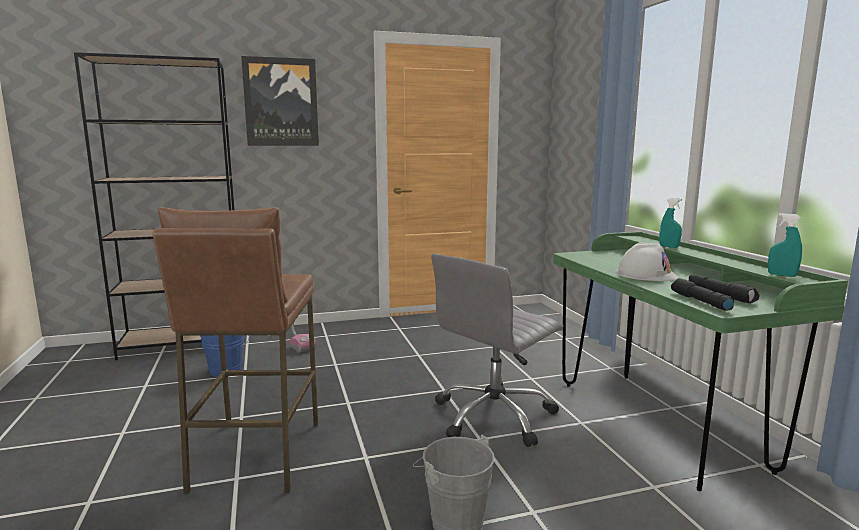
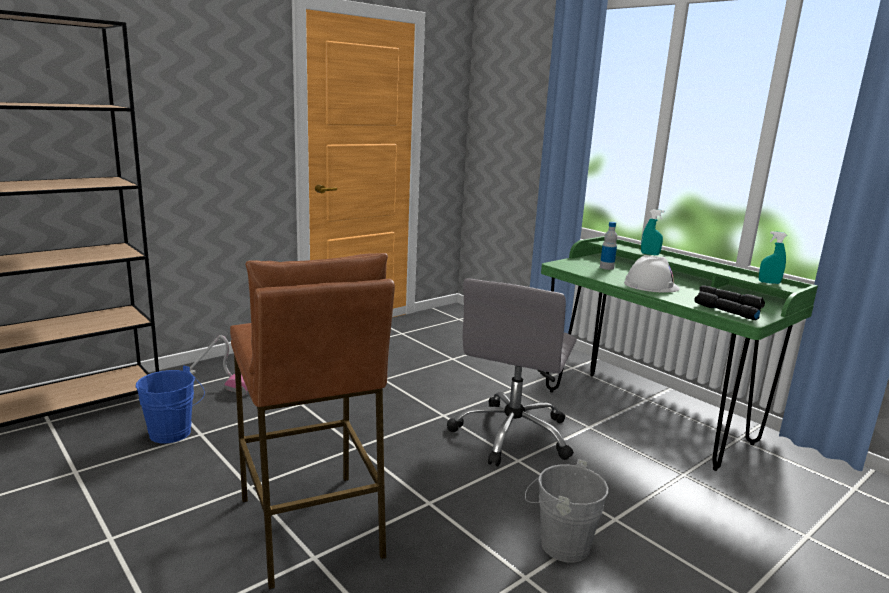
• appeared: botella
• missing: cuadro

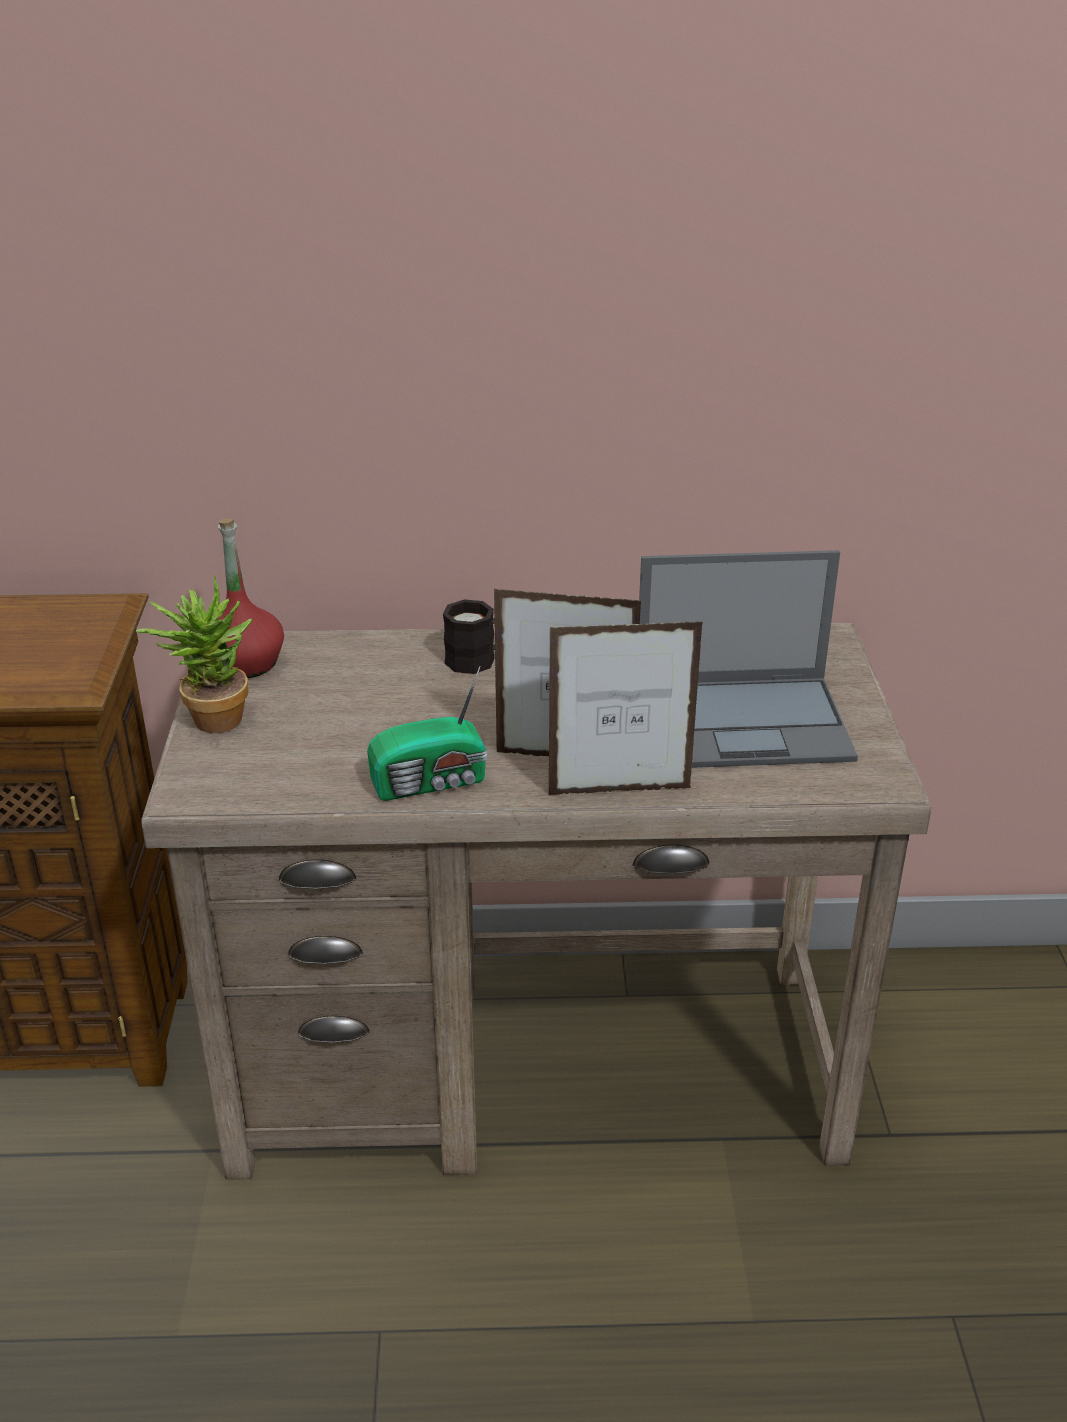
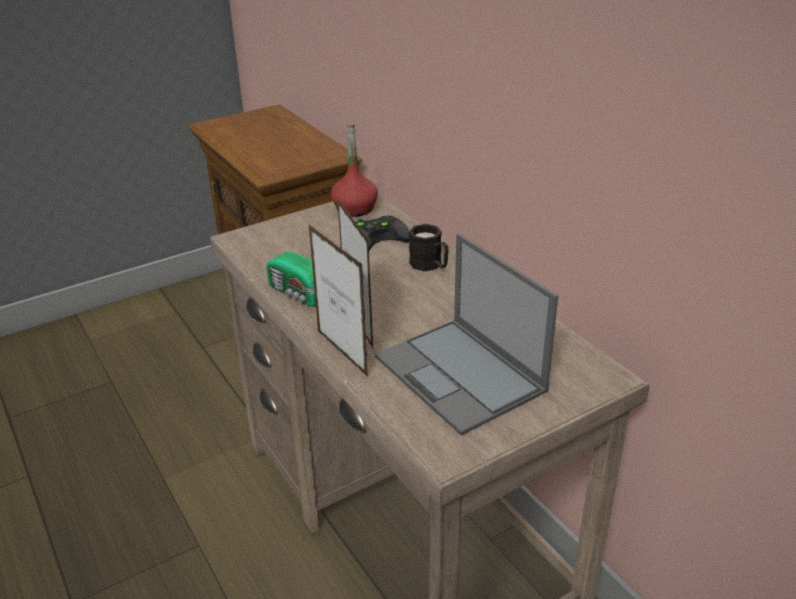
• appeared: mando de consola (negro)
• missing: planta en maceta

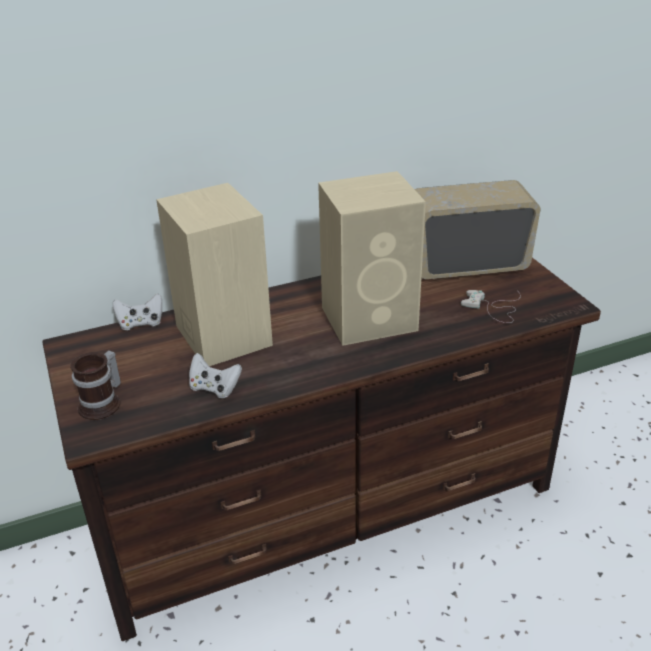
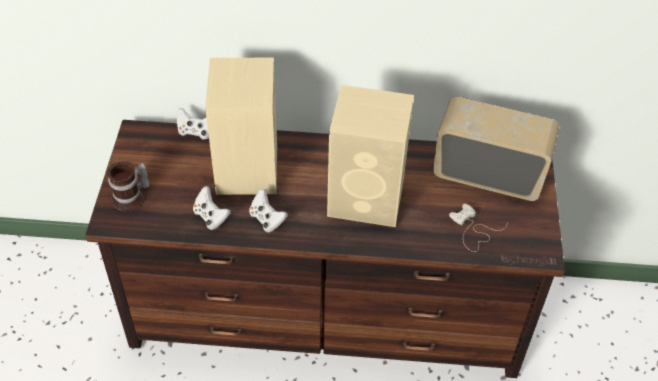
• appeared: mando de consola (blanco) (no. 3 from left)

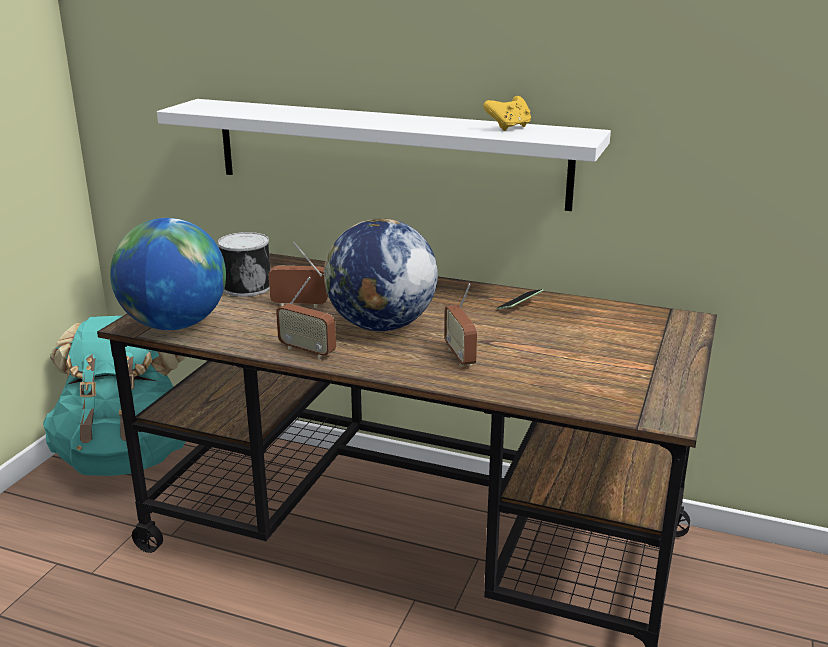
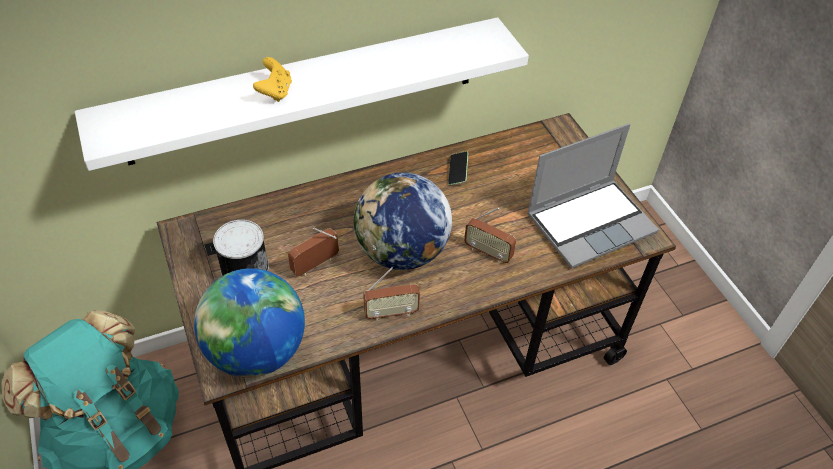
• relocated: mando de consola (amarillo)
• appeared: portátil

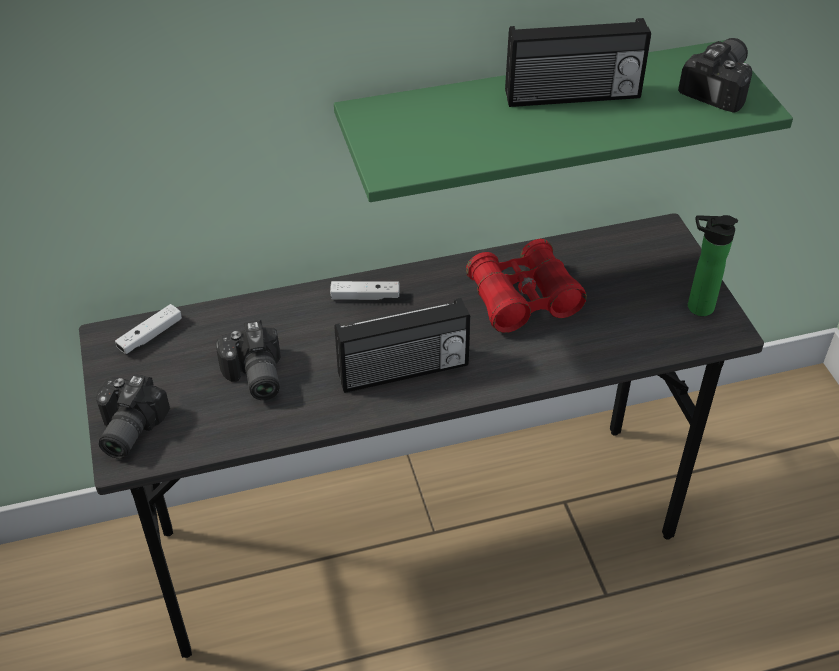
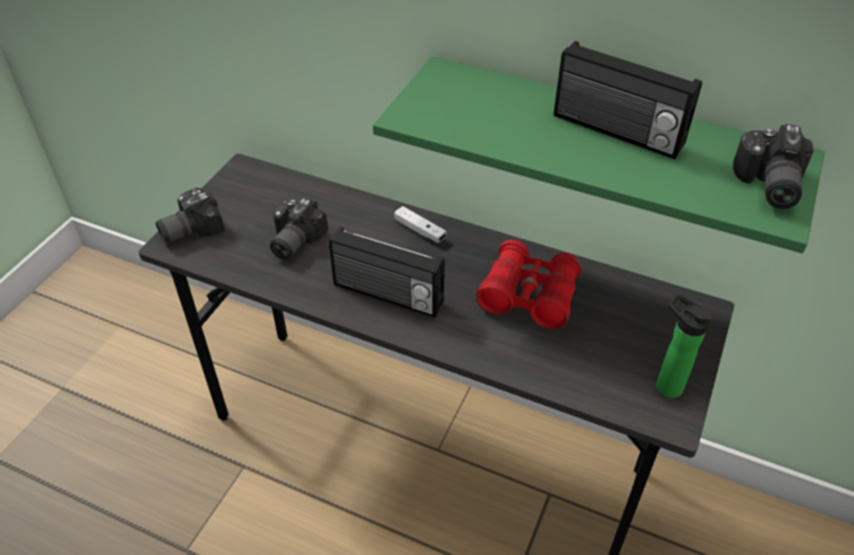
• spun: cámara (no. 3 from left) 120 degrees clockwise
• missing: mando de consola (blanco) (no. 1 from left)

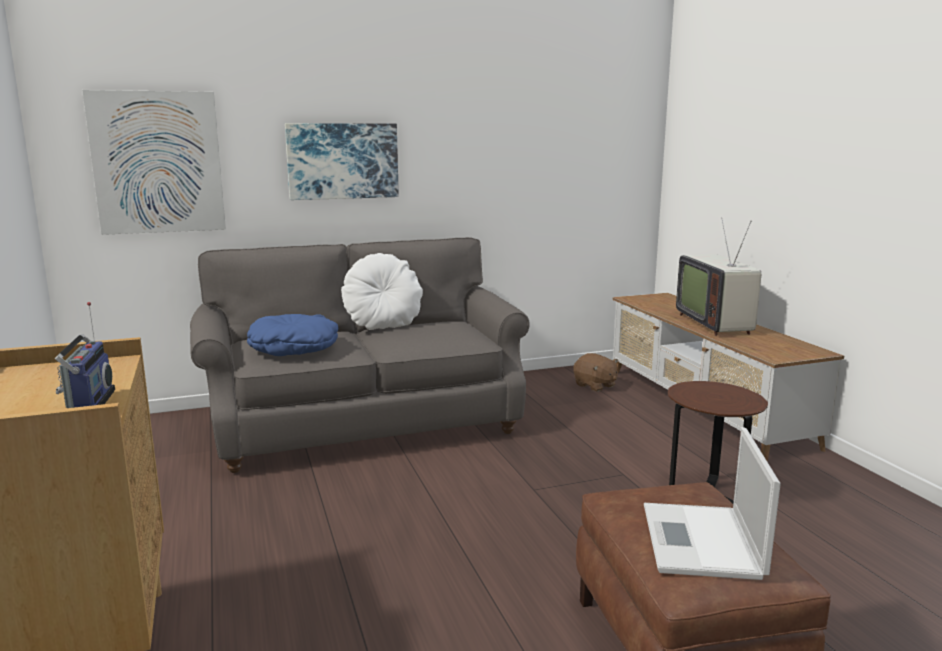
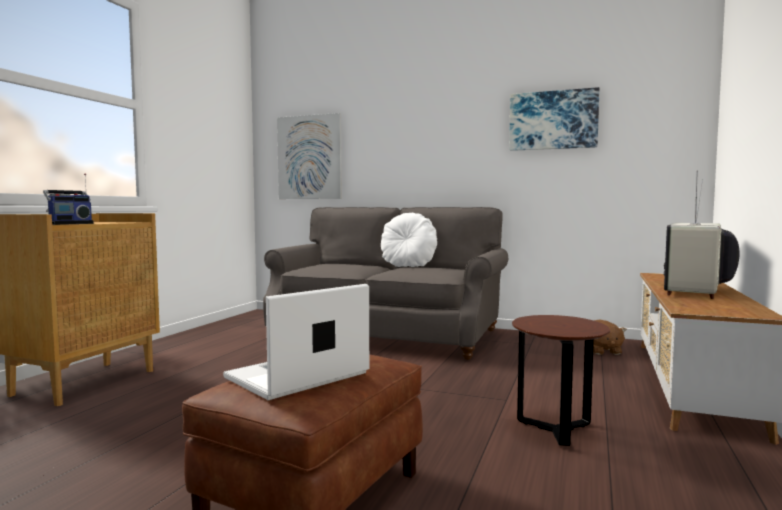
• relocated: cuadro (no. 2 from left)
• missing: cojín (azul)

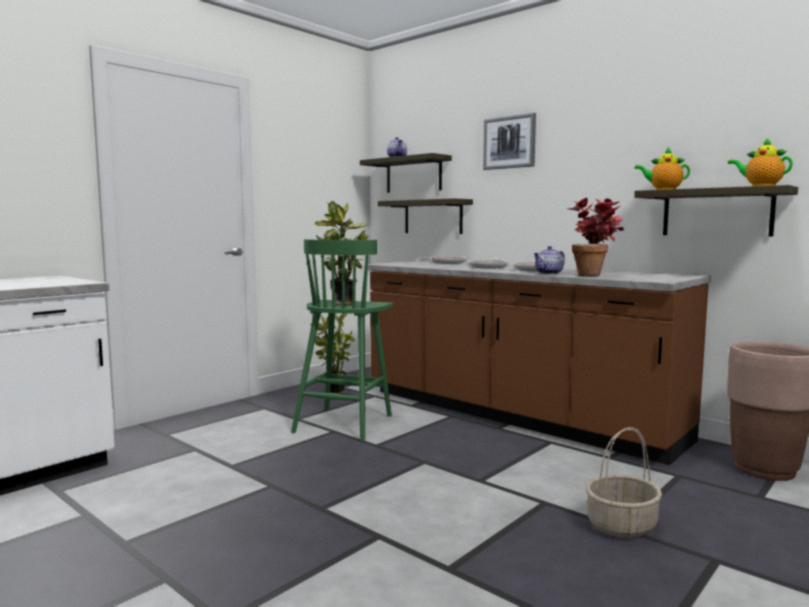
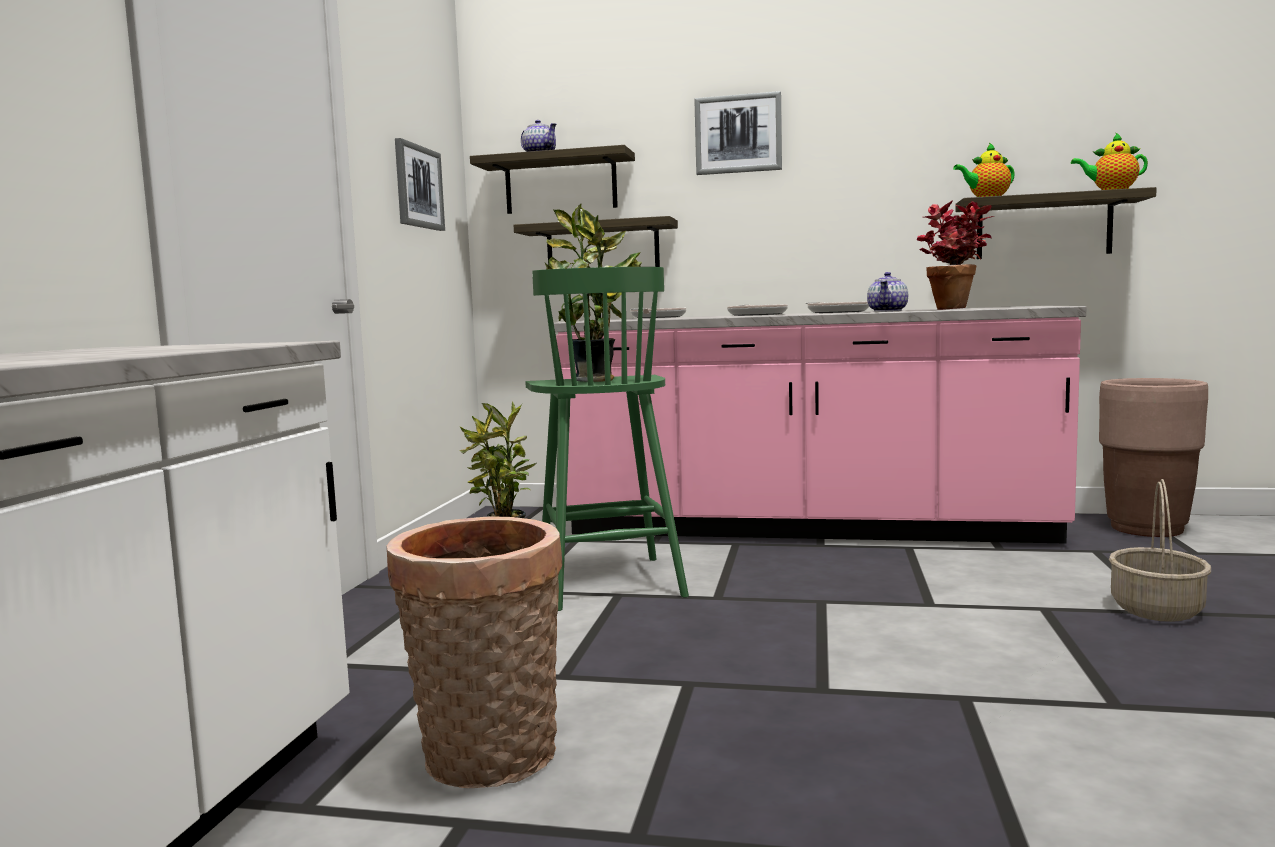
• appeared: cesta (no. 1 from left)
• appeared: cuadro (no. 1 from left)
• colour: mueble bajo de cocina (marrón) to mueble bajo de cocina (rosa)

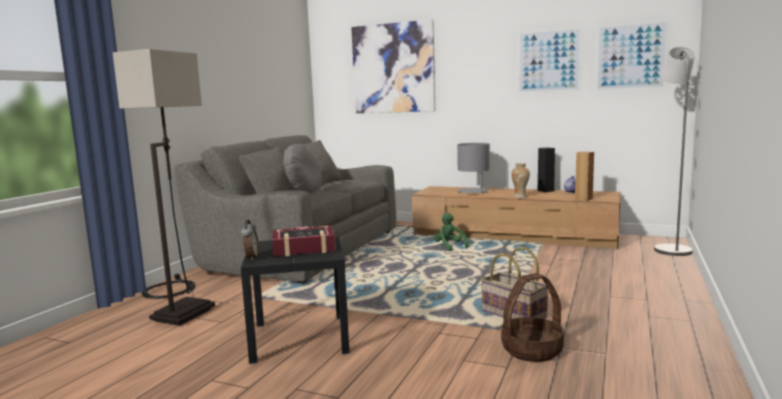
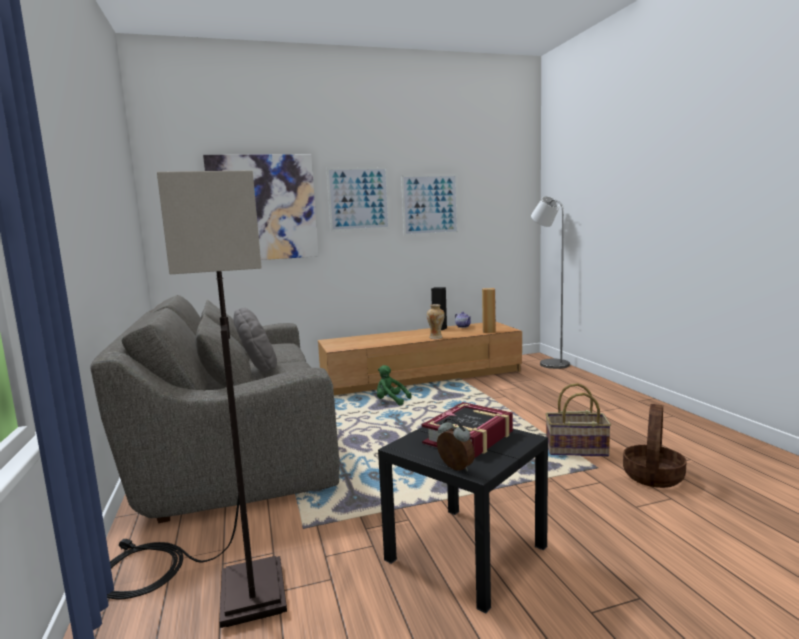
• relocated: cuadro (no. 3 from left in the first image) to cuadro (no. 2 from left)
• missing: lámpara de mesa (gris)

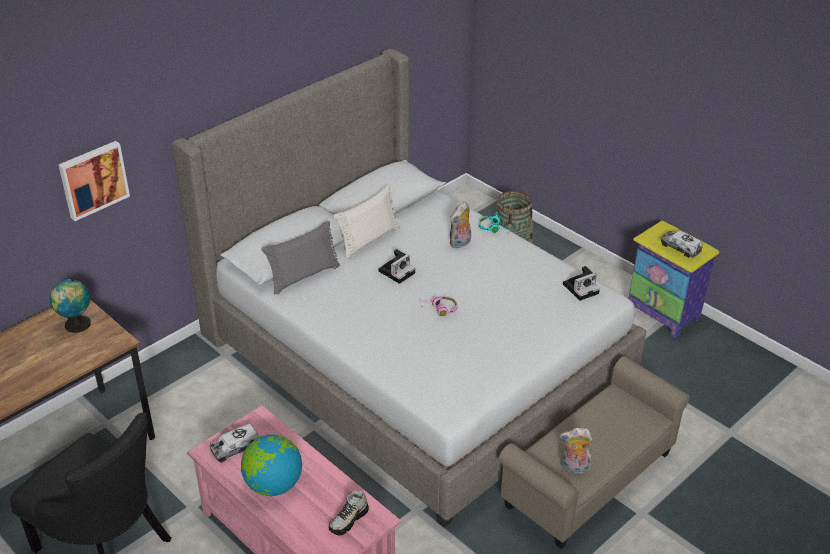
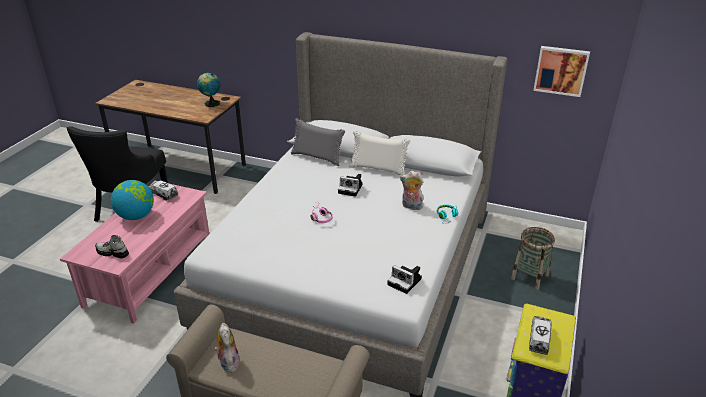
• relocated: cuadro

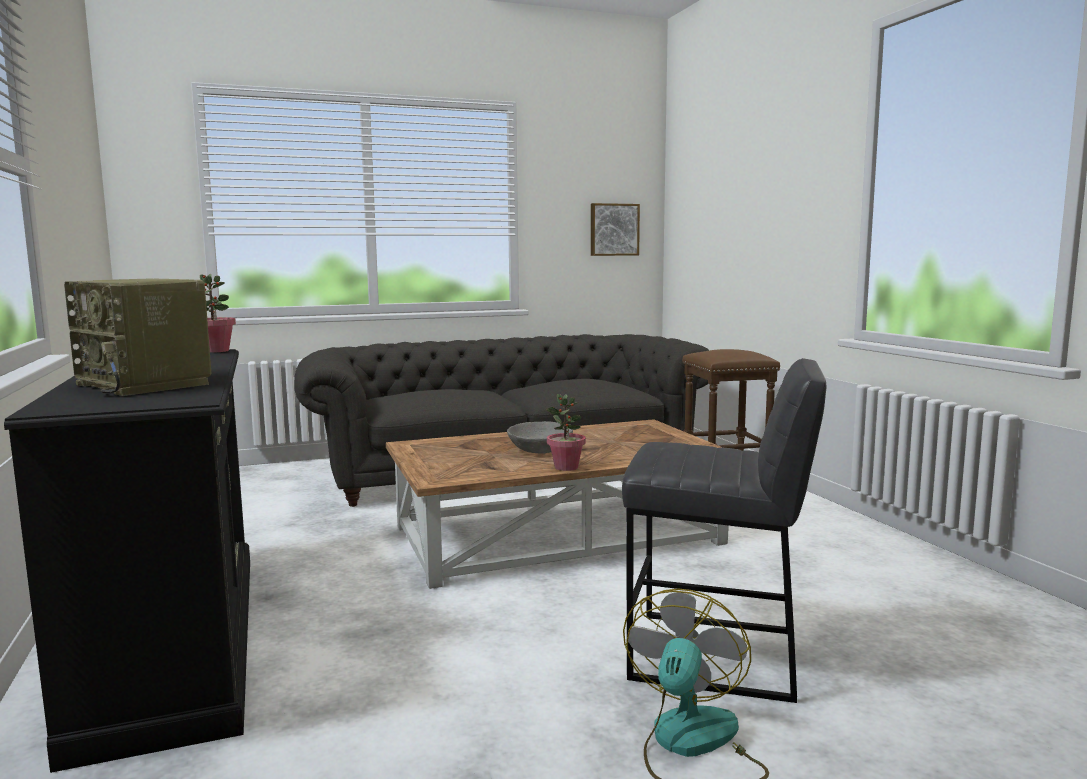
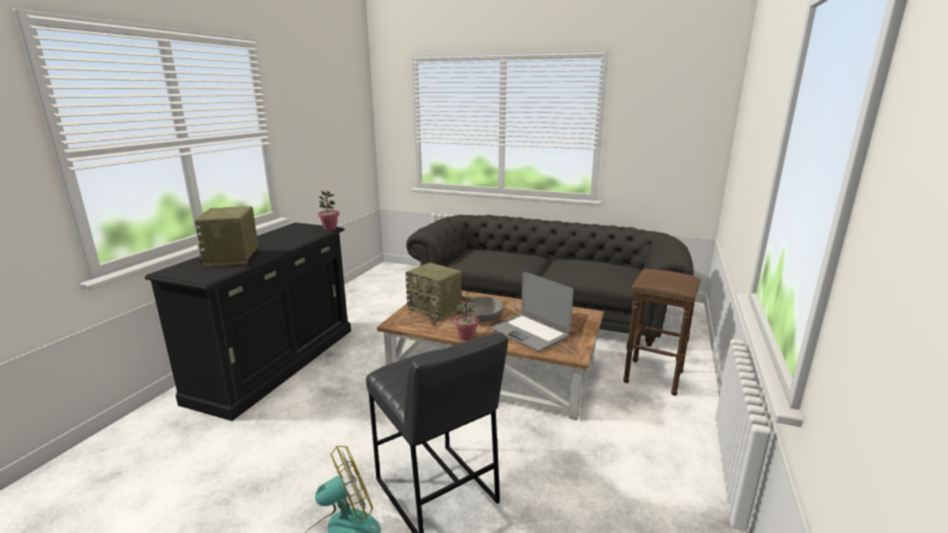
• appeared: radio (no. 2 from left)
• appeared: portátil
• missing: cuadro

